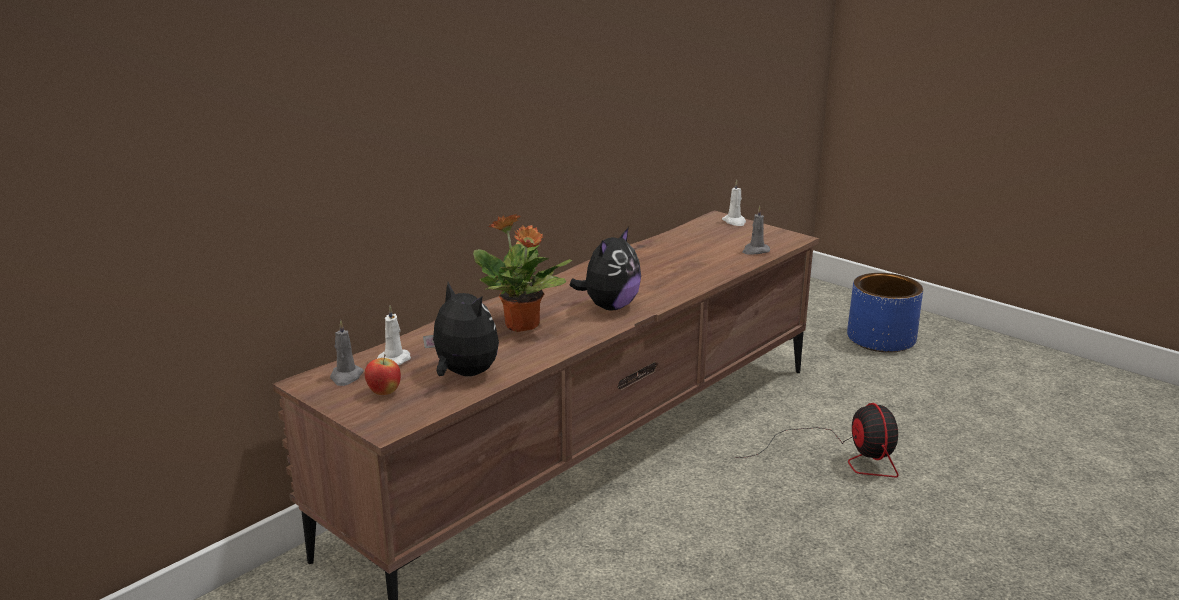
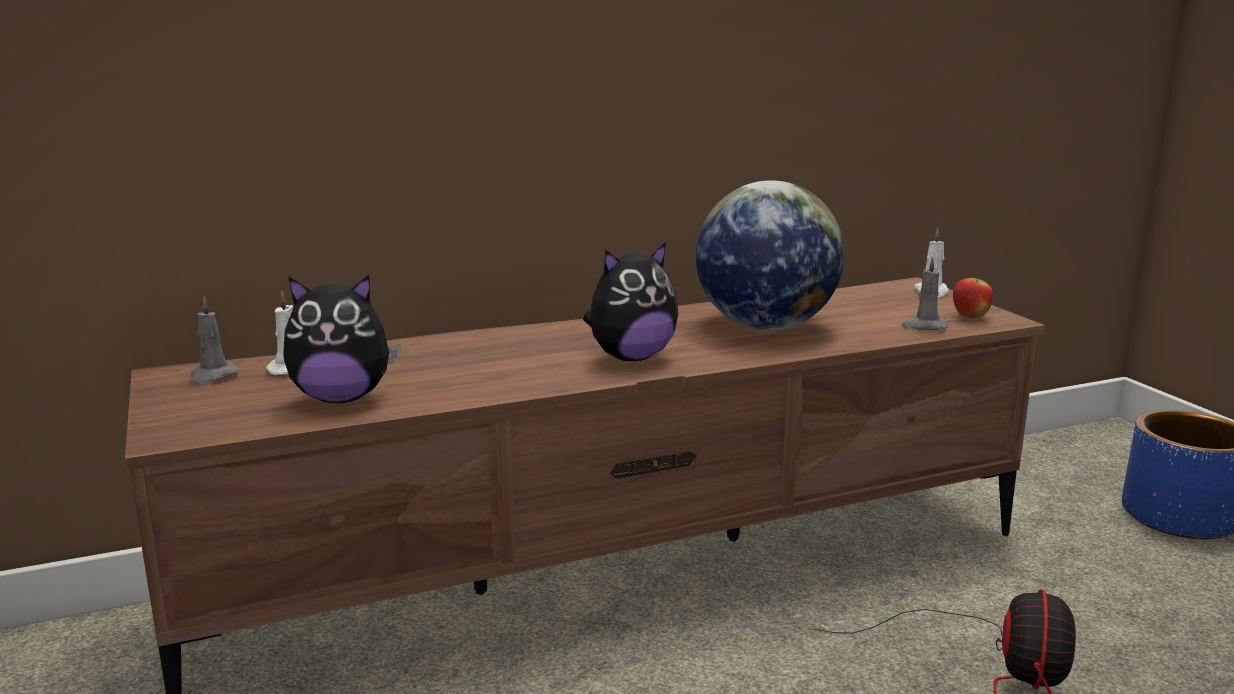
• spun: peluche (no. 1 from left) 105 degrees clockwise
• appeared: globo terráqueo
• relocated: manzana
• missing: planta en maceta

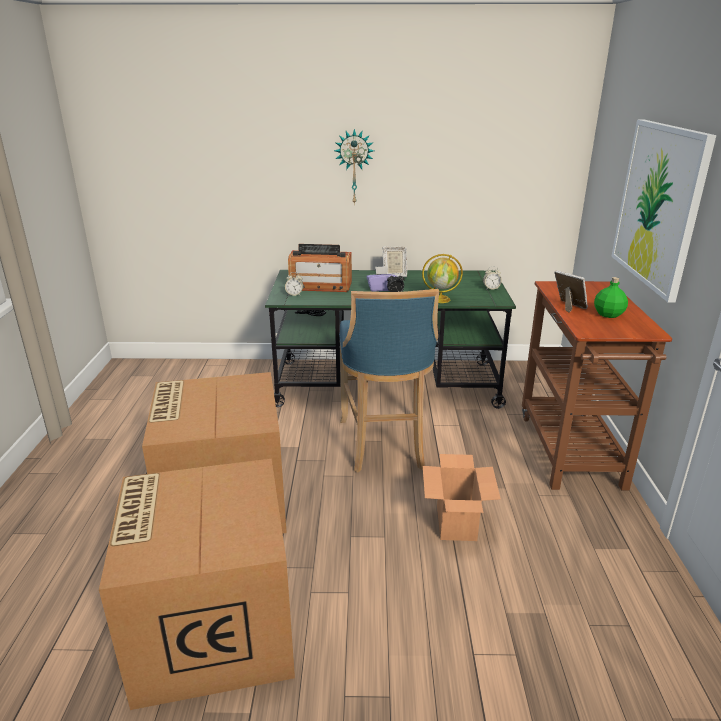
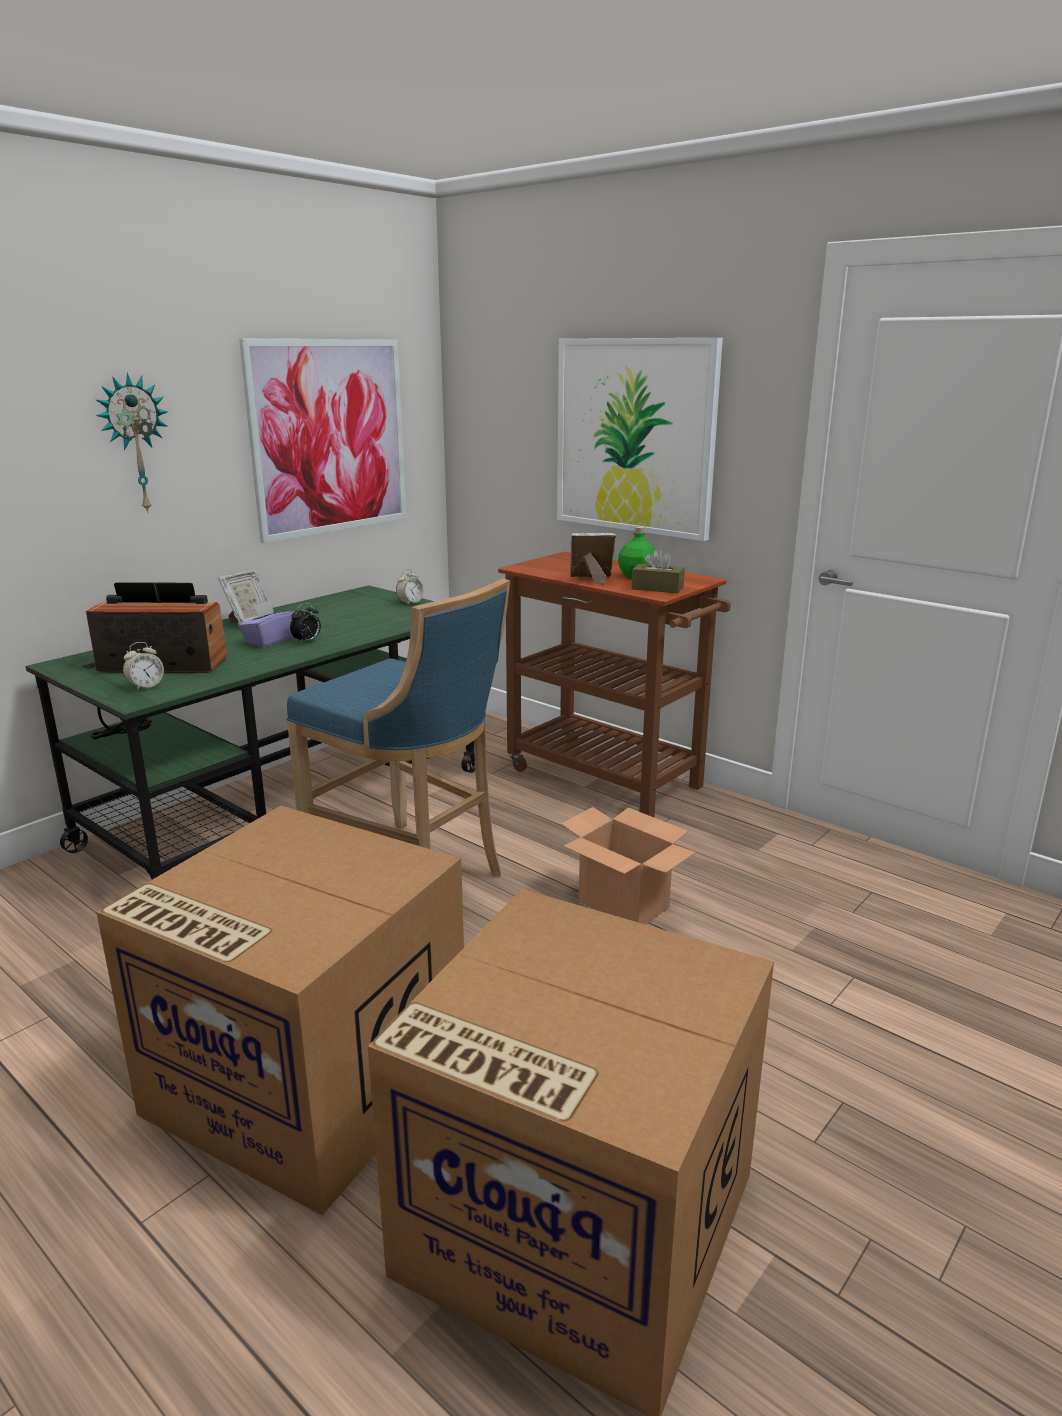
• spun: radio 135 degrees counterclockwise
• appeared: cuadro (no. 1 from left)
• appeared: caja de pañuelos (marrón)
• missing: globo terráqueo

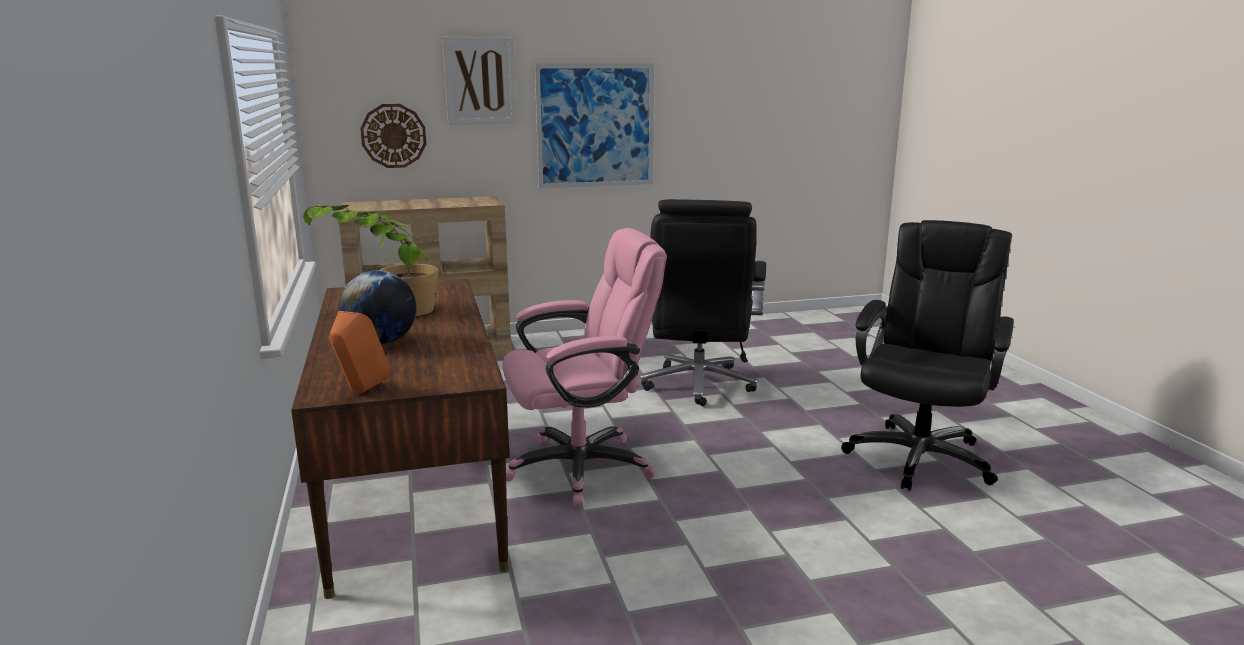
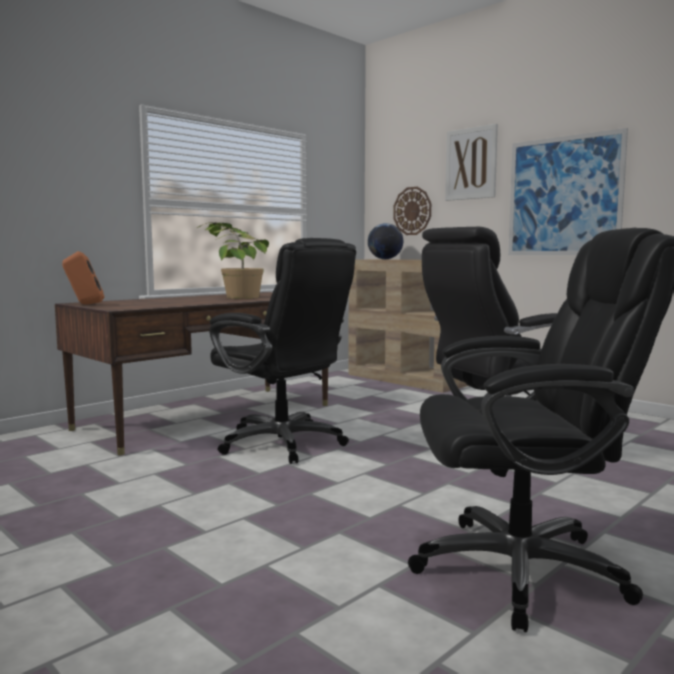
• colour: silla de oficina (rosa) to silla de oficina (negro) (no. 1 from left)
• relocated: globo terráqueo

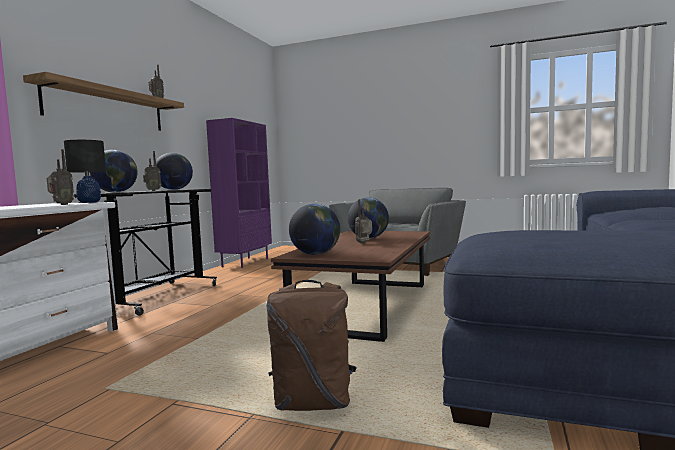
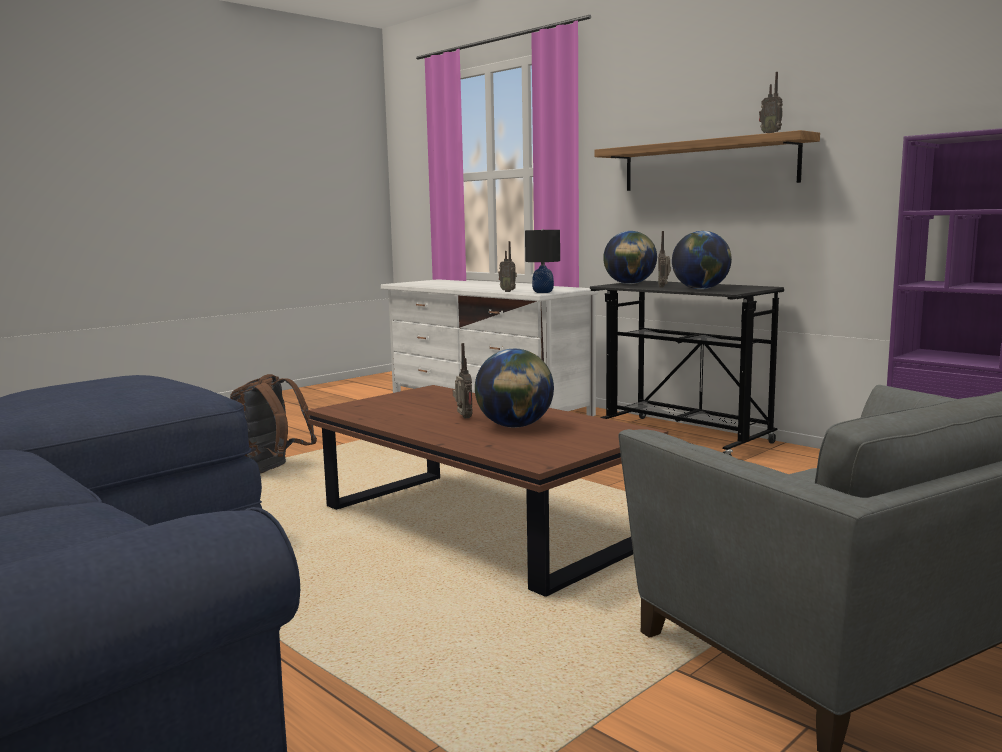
• missing: globo terráqueo (no. 3 from left)

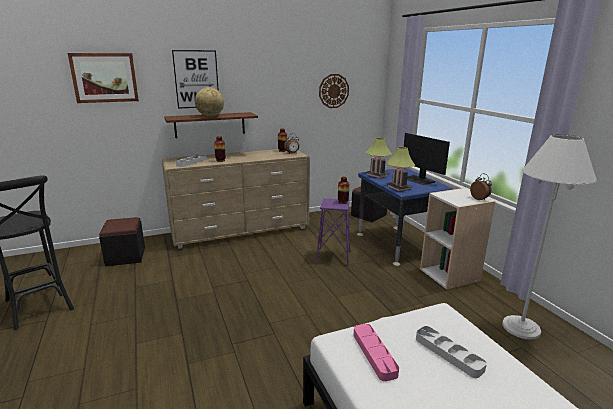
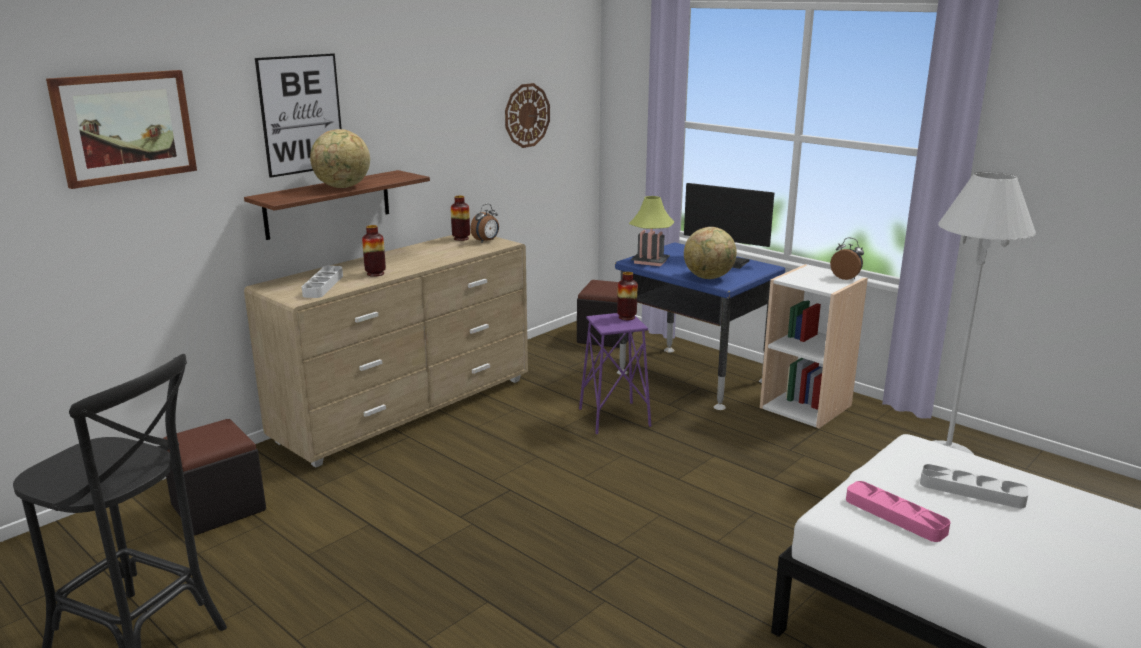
• exchanged: lámpara de mesa (no. 2 from left) to globo terráqueo (no. 2 from left)

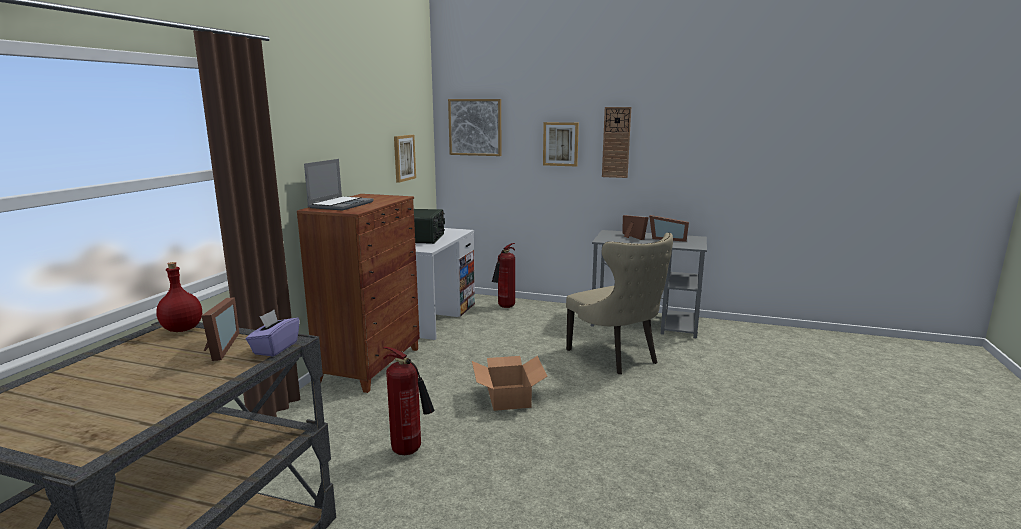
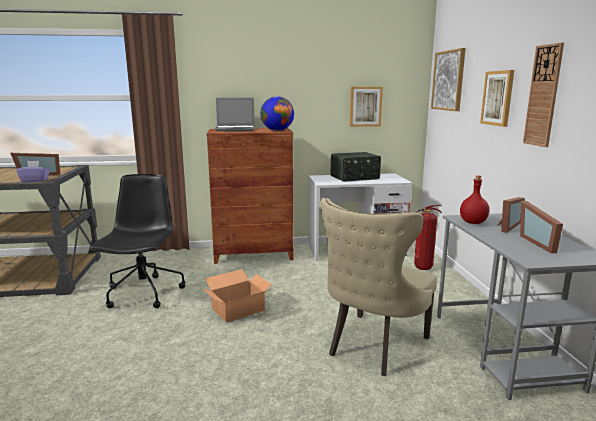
• exchanged: extintor (no. 1 from left) to silla de oficina (negro)
• appeared: globo terráqueo
• relocated: botella (rojo)

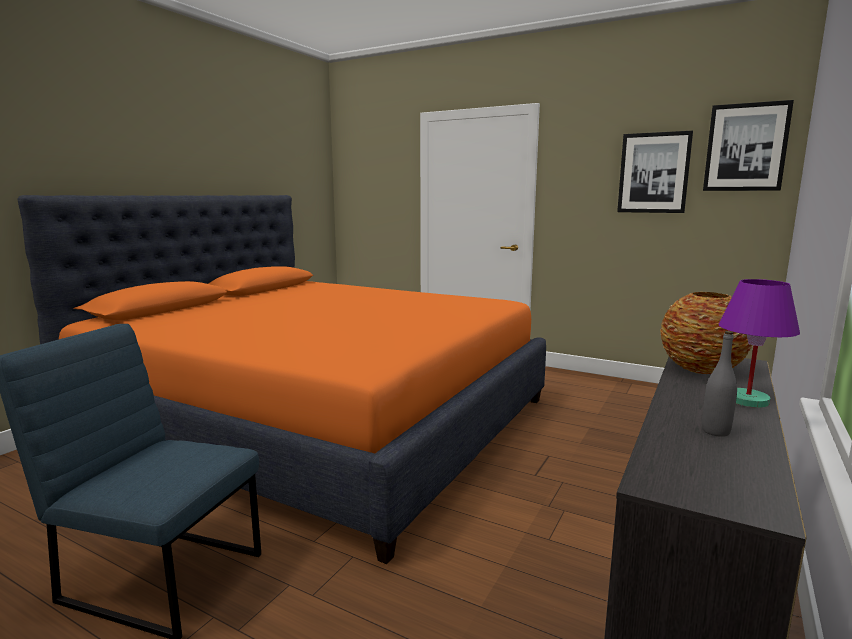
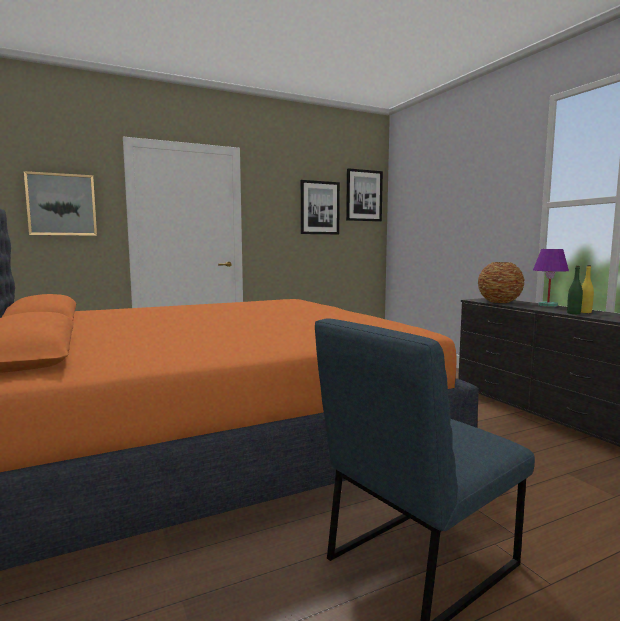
• appeared: cuadro (no. 1 from left)
• appeared: botella (verde)
• colour: botella (gris) to botella (amarillo)

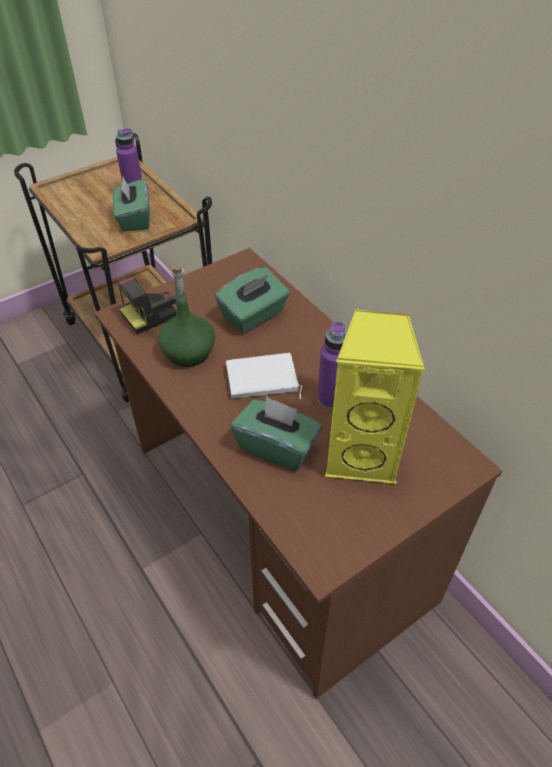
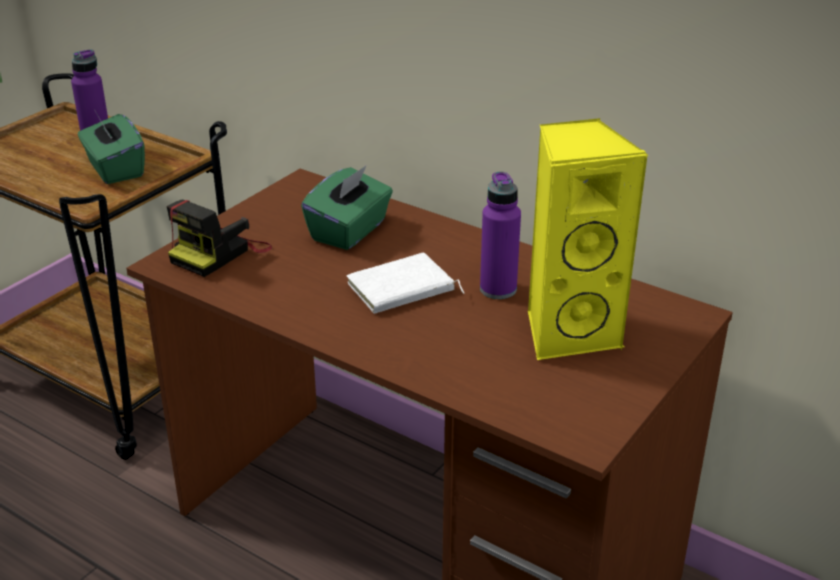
• missing: botella (verde)
• missing: caja de pañuelos (verde) (no. 3 from left)

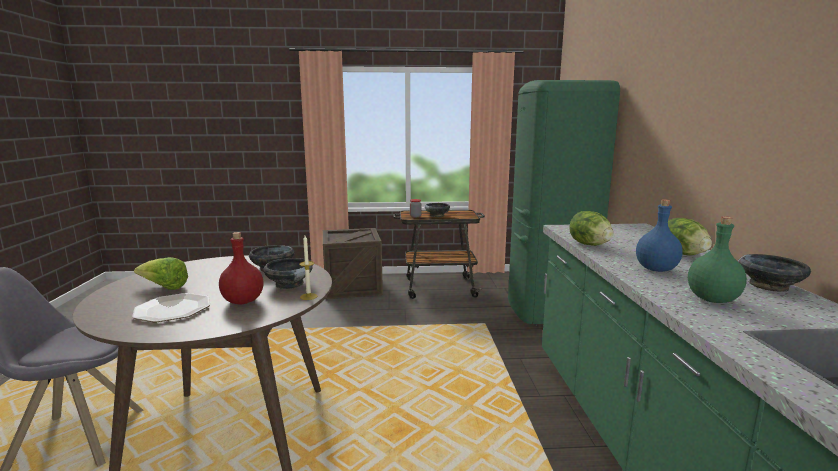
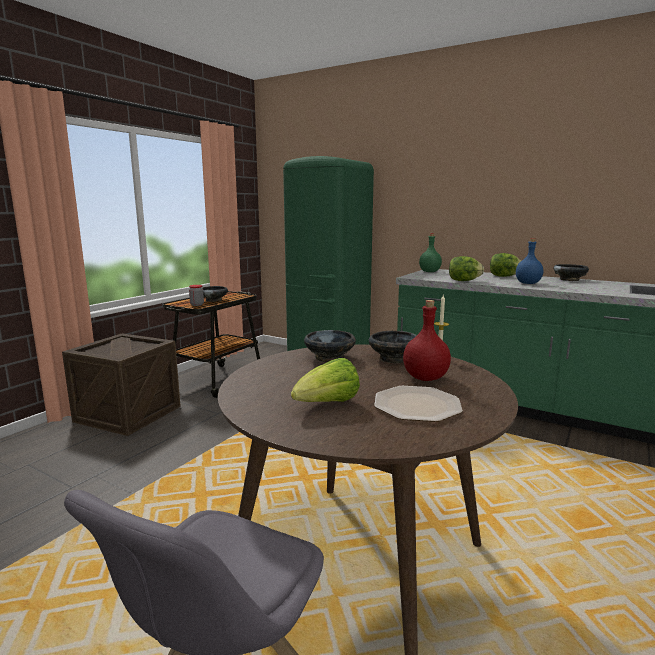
• relocated: botella (verde)

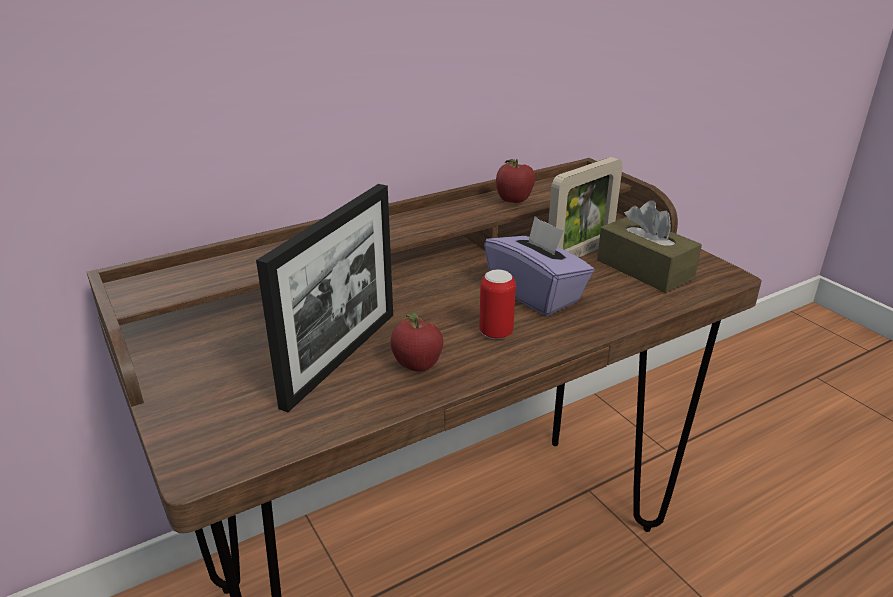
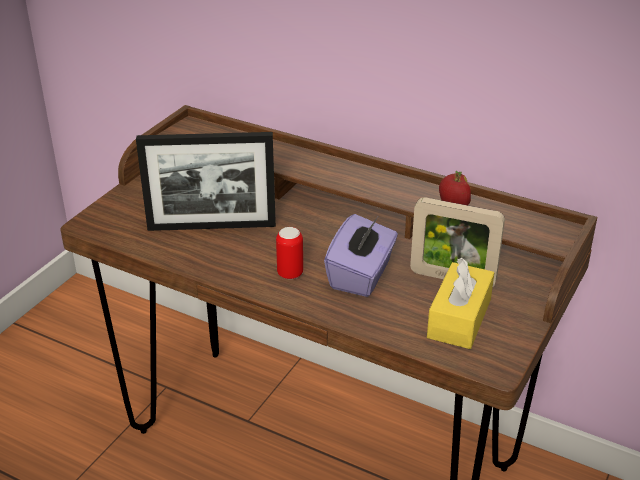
• colour: caja de pañuelos (marrón) to caja de pañuelos (amarillo)
• missing: manzana (no. 1 from left)

